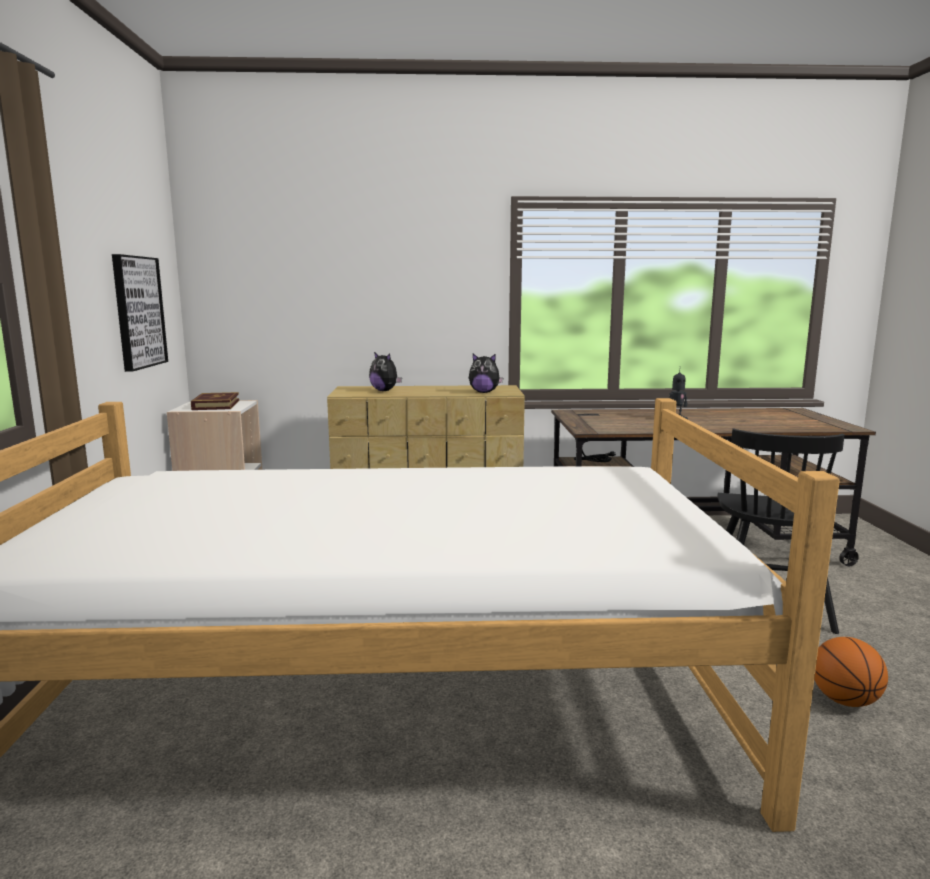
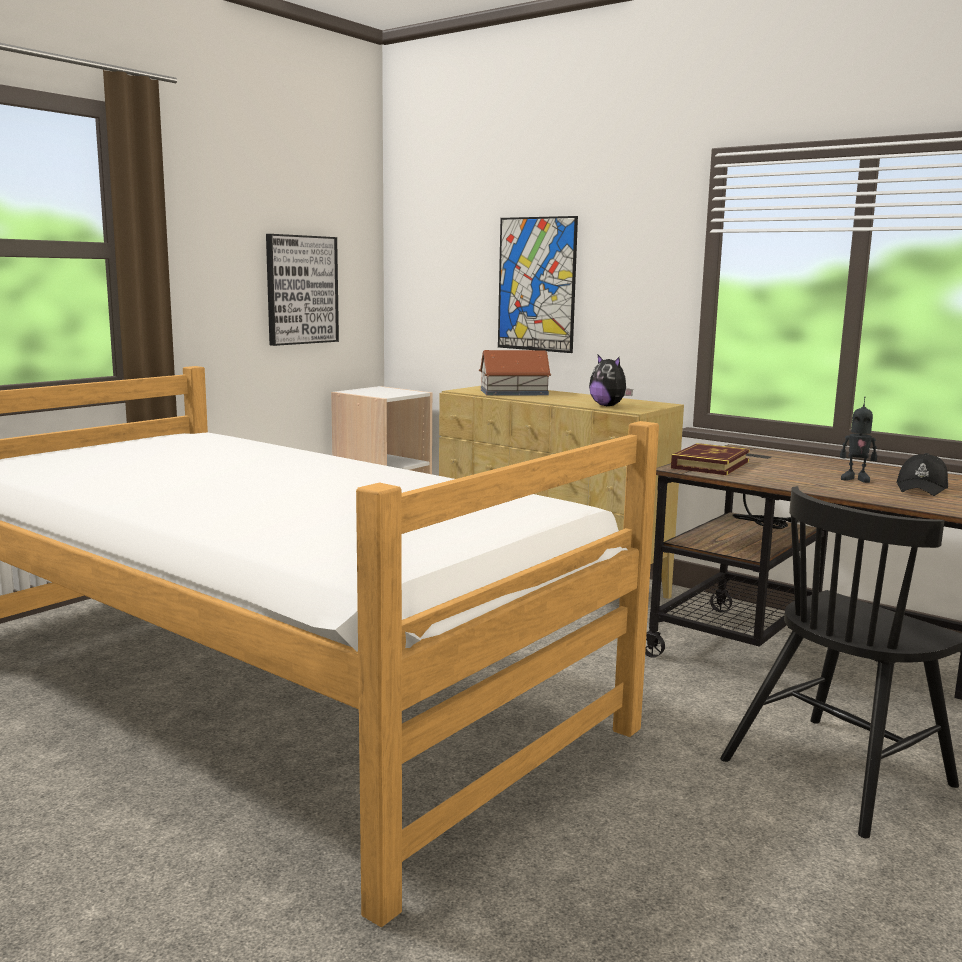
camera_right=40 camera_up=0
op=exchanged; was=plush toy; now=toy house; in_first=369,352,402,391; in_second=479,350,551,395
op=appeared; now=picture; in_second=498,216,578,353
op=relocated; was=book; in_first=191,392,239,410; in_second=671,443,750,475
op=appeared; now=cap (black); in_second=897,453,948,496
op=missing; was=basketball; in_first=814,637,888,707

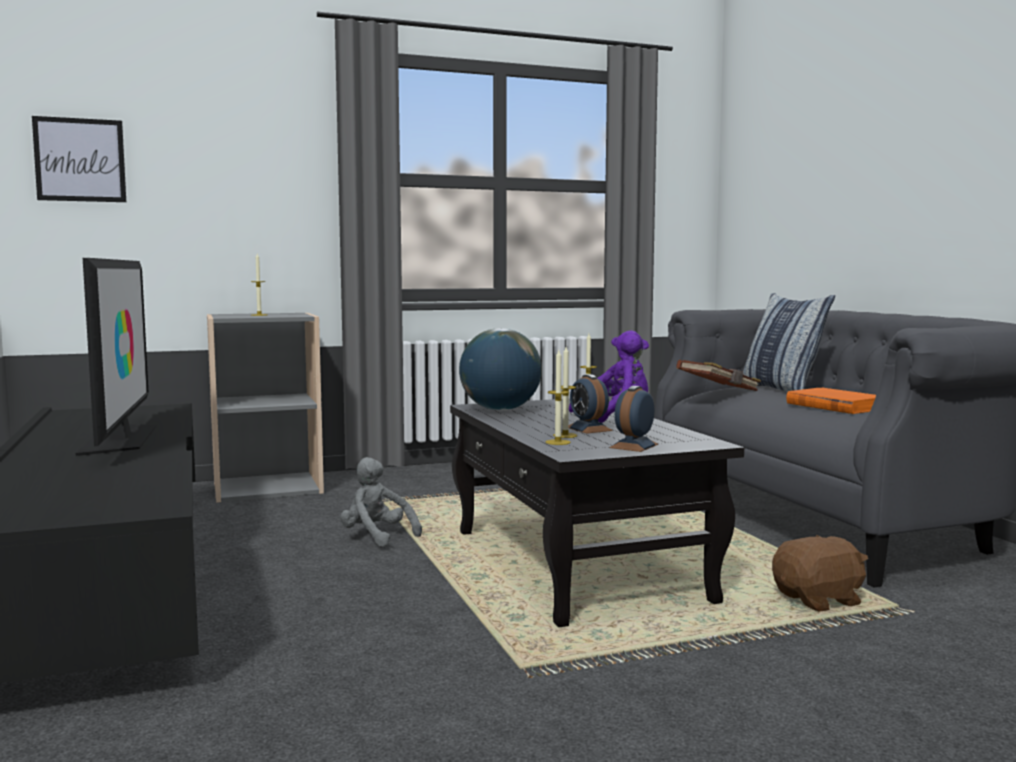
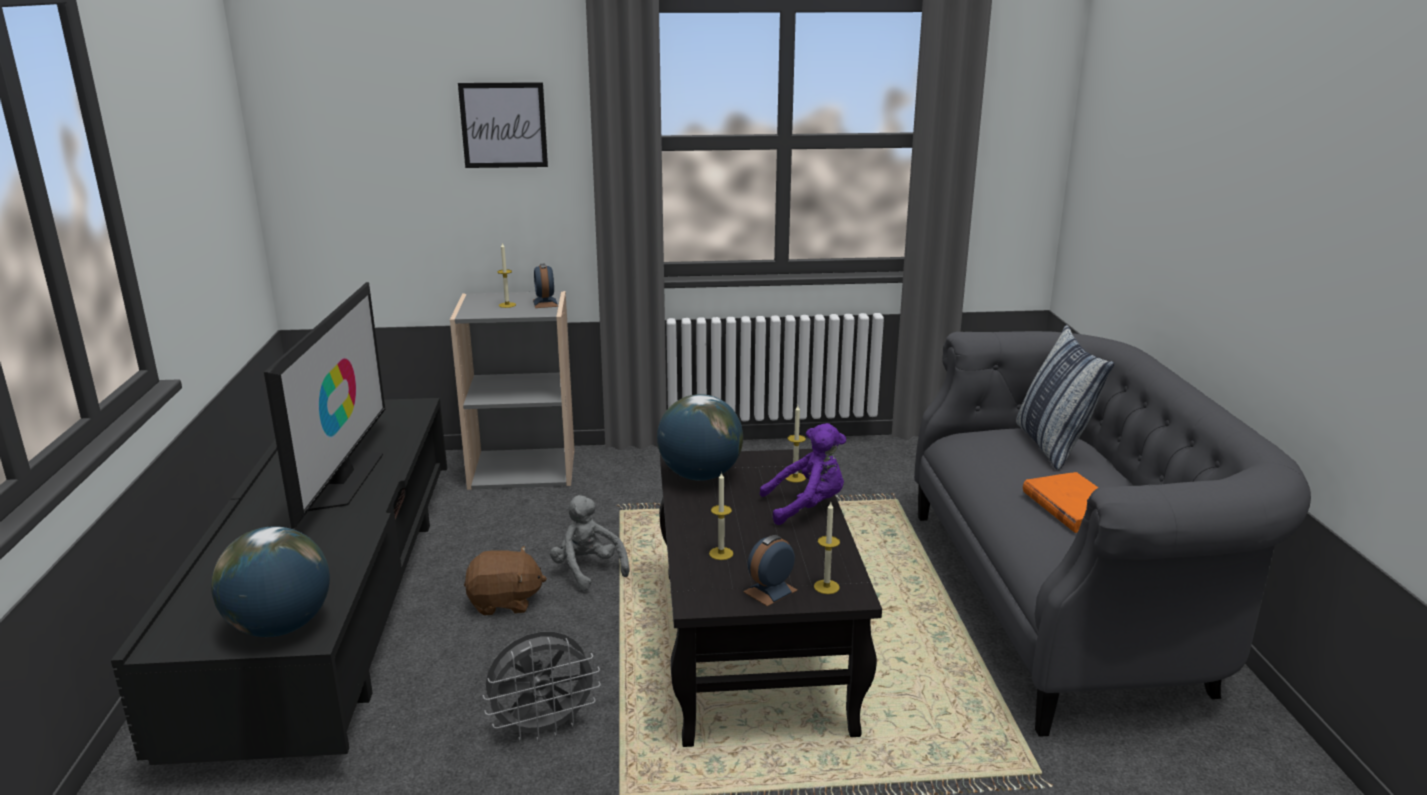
camera_right=15 camera_up=15
op=appeared; now=globe; in_second=211,526,330,637
op=relocated; was=picture; in_first=32,116,126,202; in_second=458,82,548,168
op=relocated; was=plush toy (brown); in_first=772,535,868,611; in_second=464,546,547,616
op=appeared; now=fan (grey); in_second=483,632,601,741
op=relocated; was=alarm clock; in_first=568,374,612,434; in_second=533,264,558,308
op=relocated; was=candle; in_first=546,350,571,445; in_second=814,502,840,594
op=missing; was=book (brown); in_first=676,360,761,391

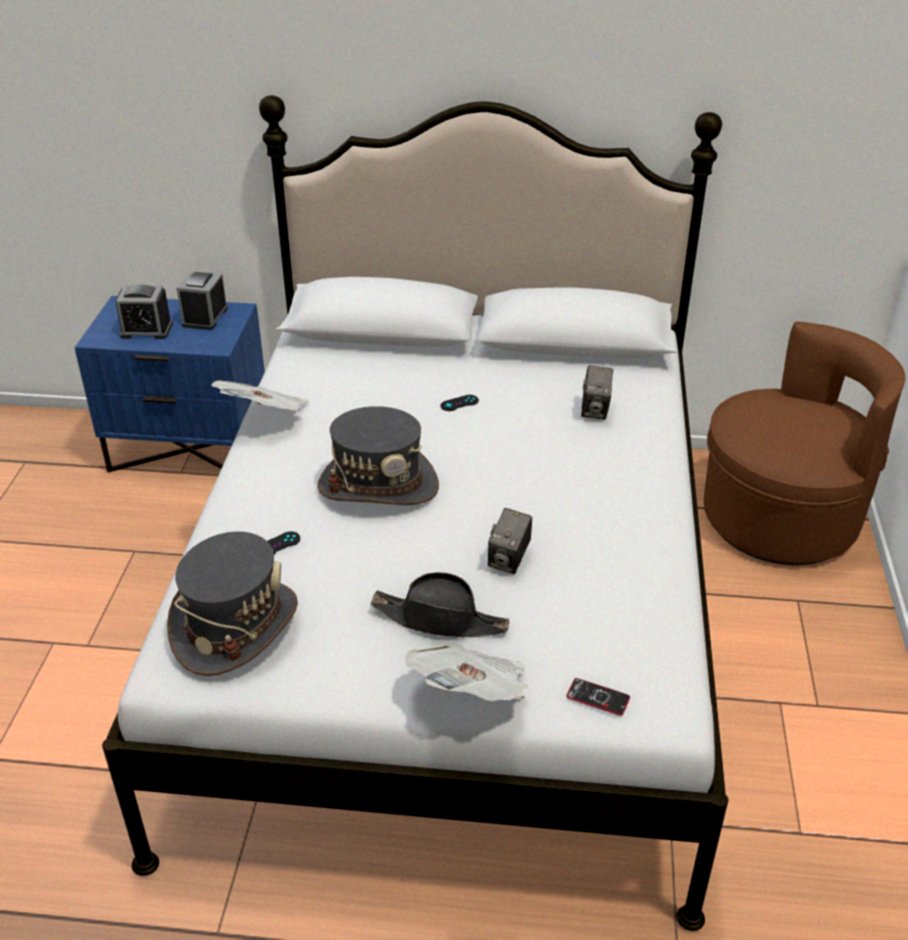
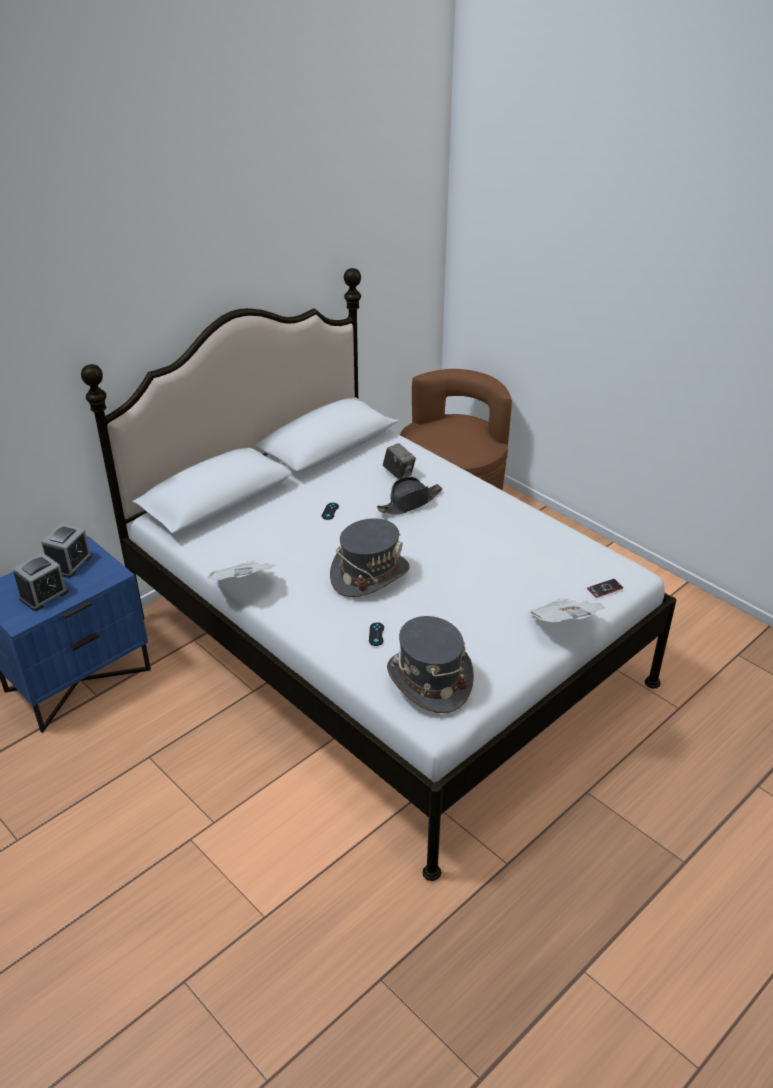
camera_right=-50 camera_up=0
op=spun; was=alarm clock; in_first=176,270,228,330; in_second=41,524,92,578; clockwise=-120
op=relocated; was=hat (black); in_first=371,572,509,637; in_second=377,477,442,514
op=missing; was=photo camera; in_first=488,508,532,574

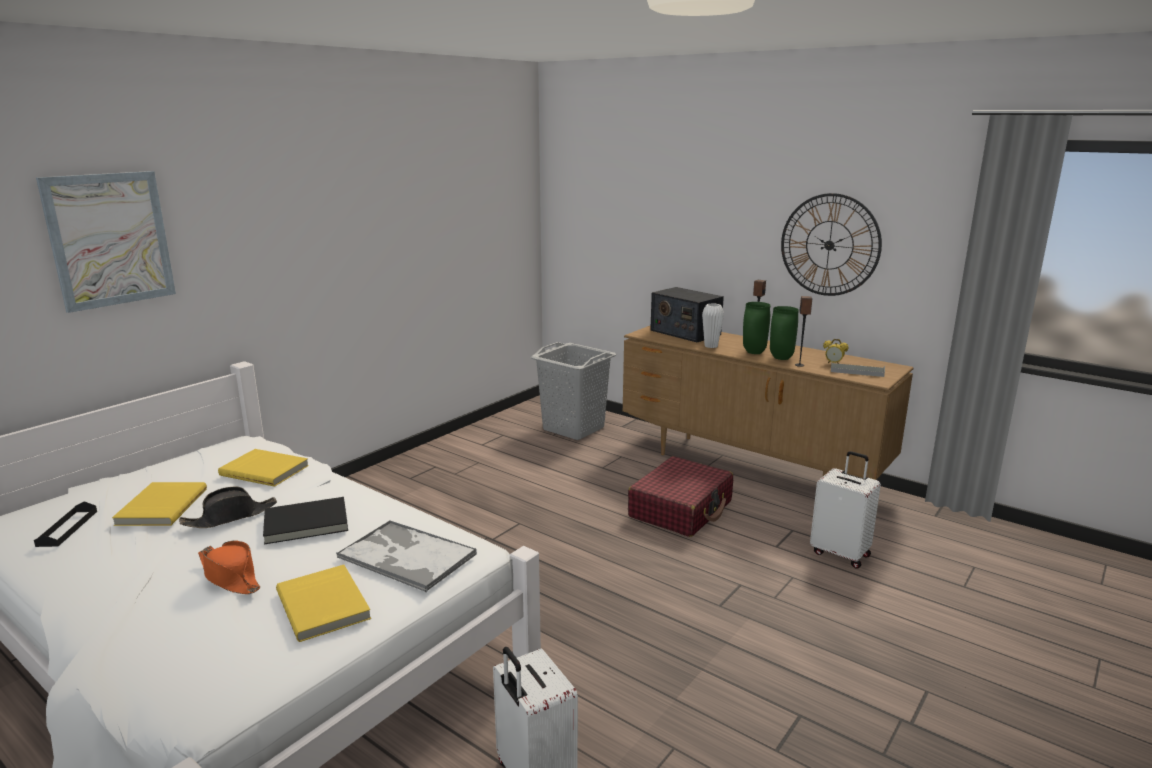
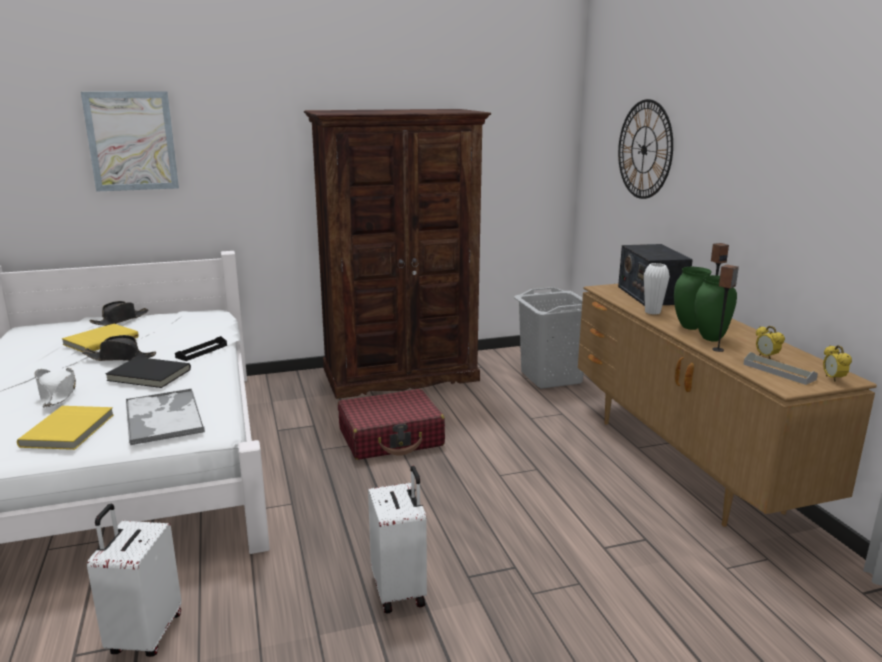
camera_right=35 camera_up=0
op=colour; was=hat (orange); now=hat (white); in_first=198,540,260,594; in_second=35,368,76,407
op=appeared; now=hat (black); in_second=89,301,148,326
op=relocated; was=tray (black); in_first=34,501,97,547; in_second=175,336,227,361
op=appeared; now=wardrobe (brown); in_second=304,109,491,399
op=relocated; was=suitcase (red); in_first=628,456,733,537; in_second=338,389,445,460
op=relocated; was=suitcase (white); in_first=810,451,881,569; in_second=368,466,427,614
op=relocated; was=wall clock; in_first=781,193,882,296; in_second=618,99,673,199
op=appeared; now=alarm clock; in_second=823,345,852,382
op=missing; was=book (yellow); in_first=218,449,309,487

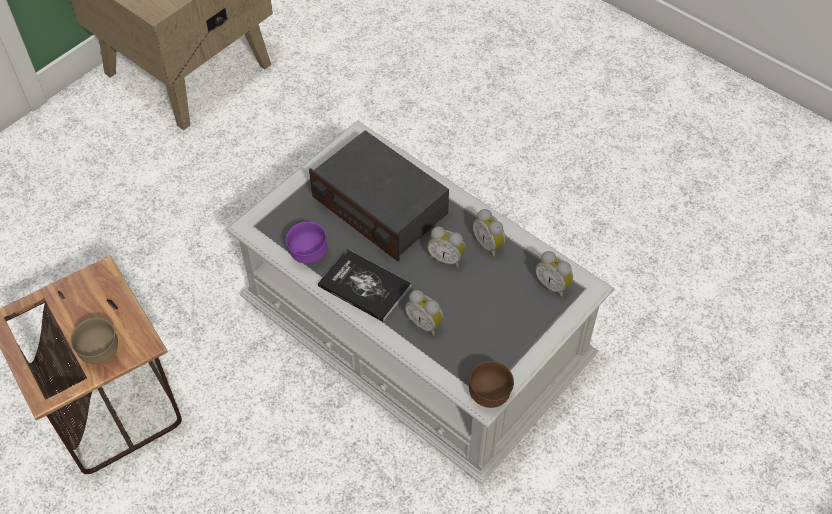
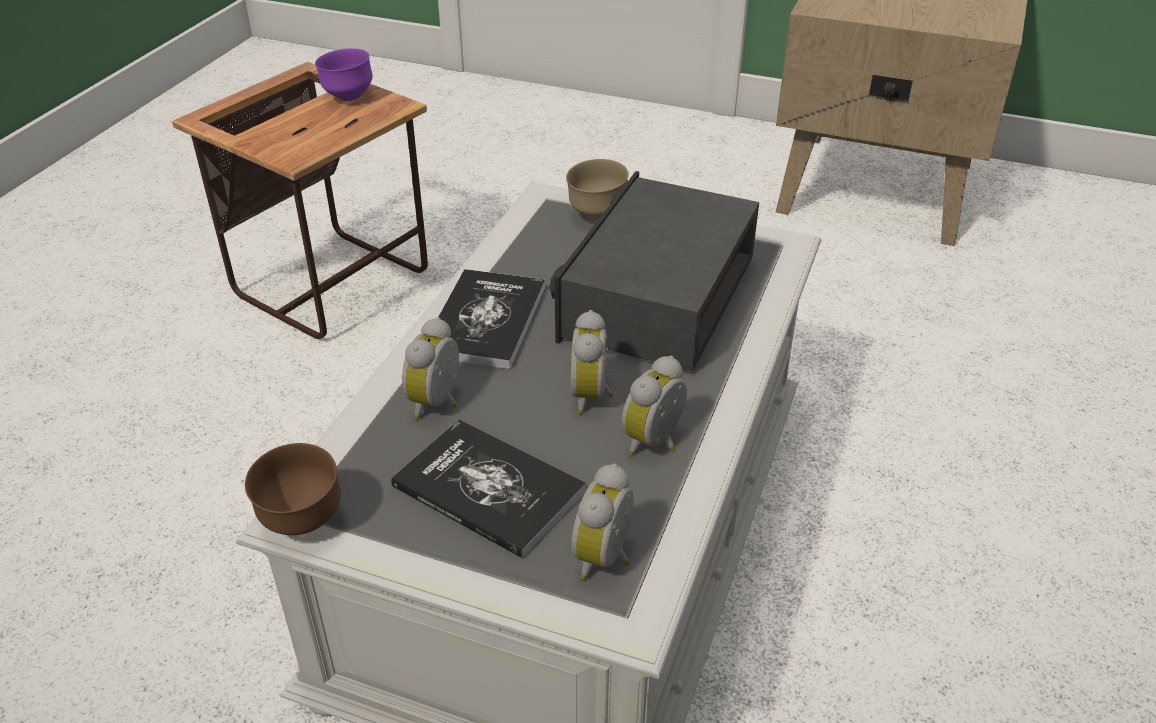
camera_right=70 camera_up=-15
op=relocated; was=bowl (purple); in_first=286,222,327,264; in_second=315,48,373,101
op=appeared; now=book; in_second=391,419,586,559
op=relocated; was=bowl (brown); in_first=71,318,118,364; in_second=566,159,629,220

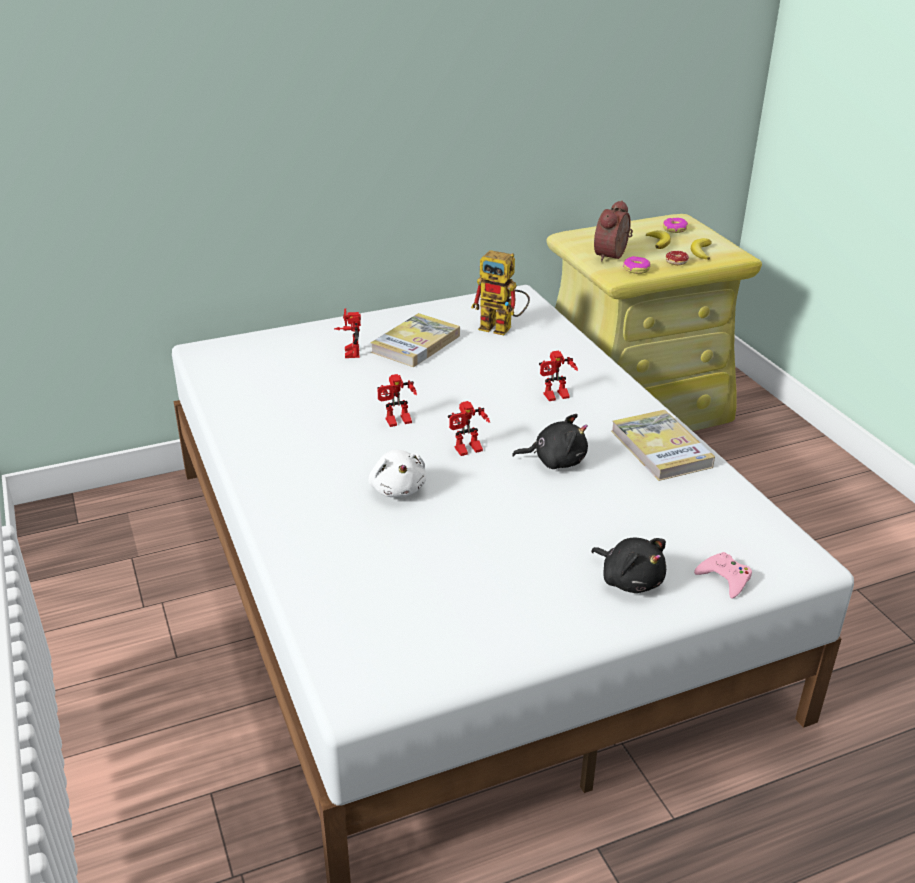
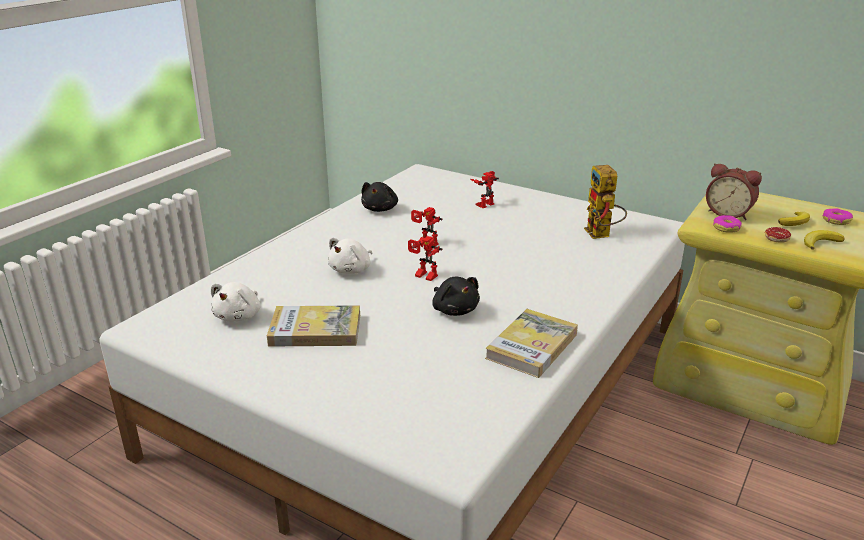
camera_right=55 camera_up=-5
op=appeared; now=plush toy (white); in_second=211,282,261,322
op=relocated; was=book; in_first=371,313,460,367; in_second=267,305,360,347
op=relocated; was=plush toy (black); in_first=591,538,666,593; in_second=361,182,398,212
op=spun; was=alarm clock; in_first=594,200,633,262; in_second=706,163,762,220; clockwise=-135
op=missing; was=toy robot; in_first=539,351,578,401
op=missing; was=game controller (pink); in_first=694,552,752,599

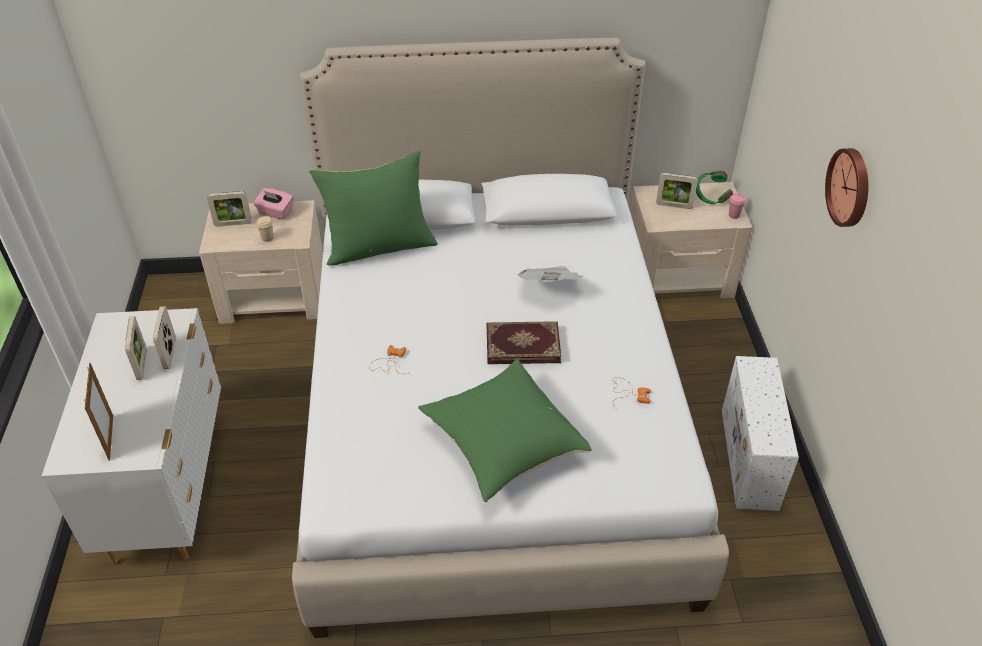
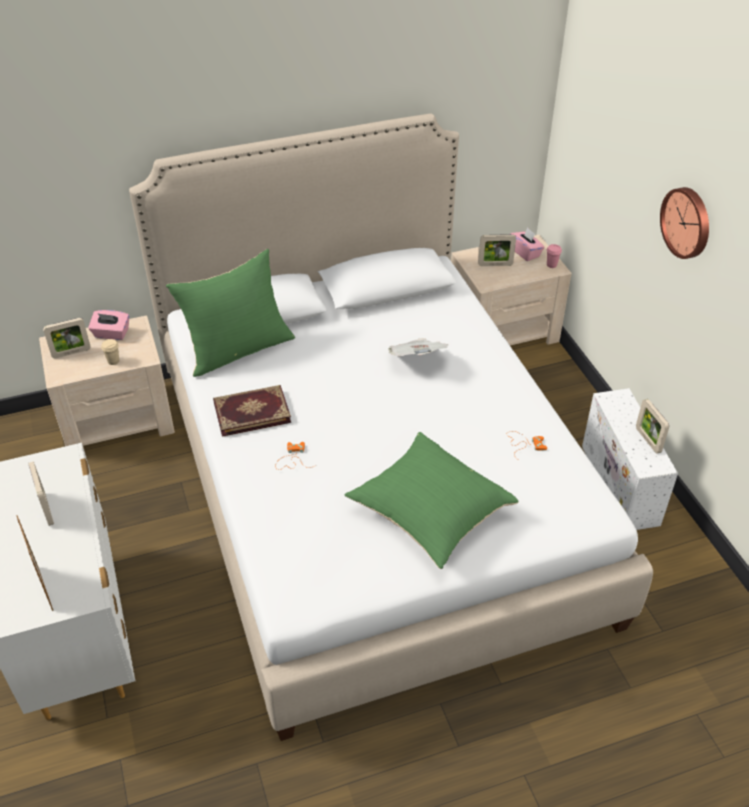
camera_right=-15 camera_up=0
op=relocated; was=book; in_first=487,321,561,364; in_second=213,385,291,437
op=exchanged; was=headphones (green); now=tissue box (pink); in_first=696,171,733,204; in_second=510,227,545,261
op=relocated; was=picture frame; in_first=153,306,176,369; in_second=636,399,669,454

